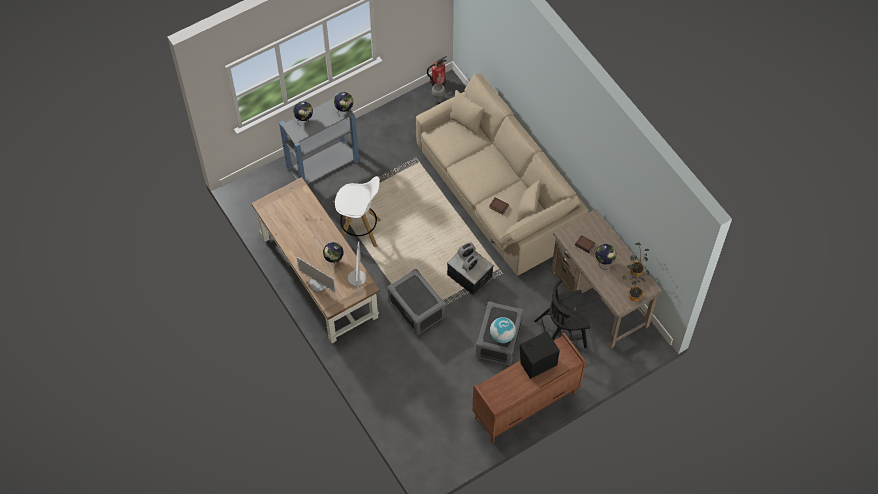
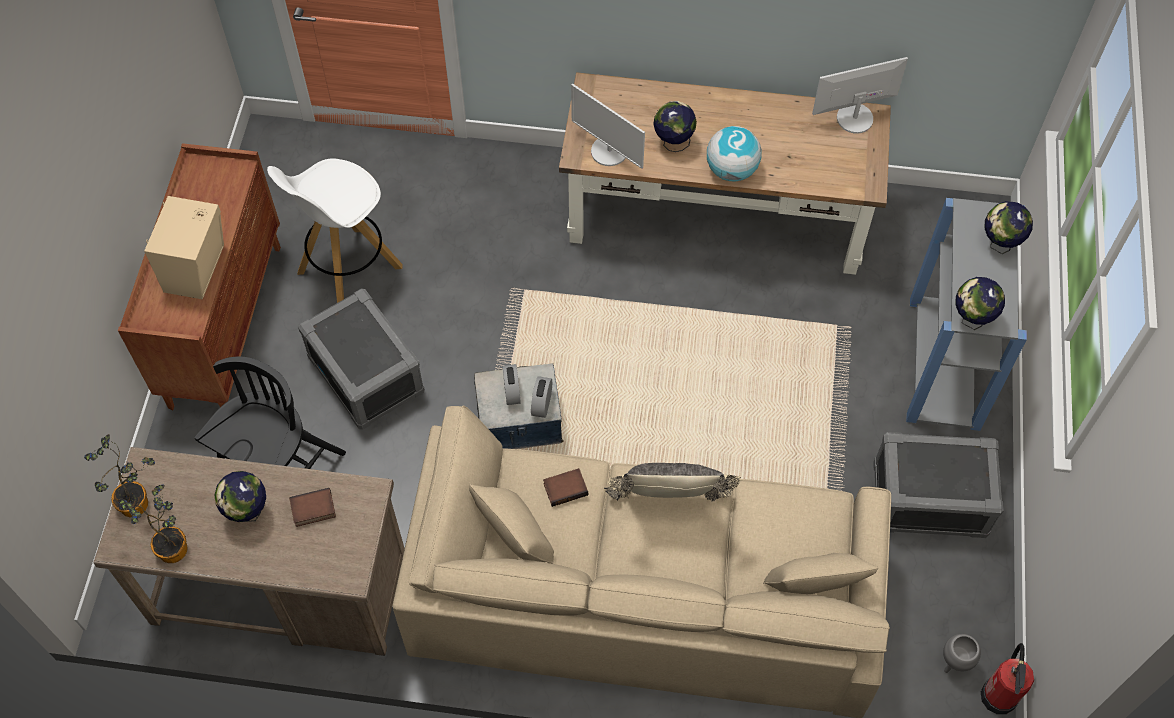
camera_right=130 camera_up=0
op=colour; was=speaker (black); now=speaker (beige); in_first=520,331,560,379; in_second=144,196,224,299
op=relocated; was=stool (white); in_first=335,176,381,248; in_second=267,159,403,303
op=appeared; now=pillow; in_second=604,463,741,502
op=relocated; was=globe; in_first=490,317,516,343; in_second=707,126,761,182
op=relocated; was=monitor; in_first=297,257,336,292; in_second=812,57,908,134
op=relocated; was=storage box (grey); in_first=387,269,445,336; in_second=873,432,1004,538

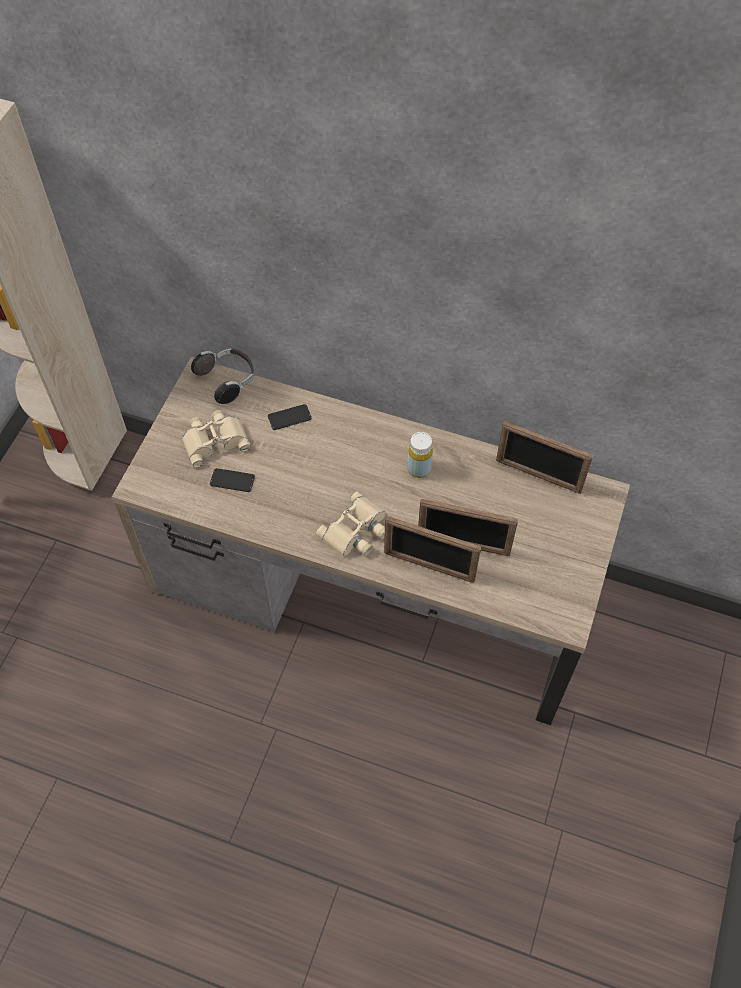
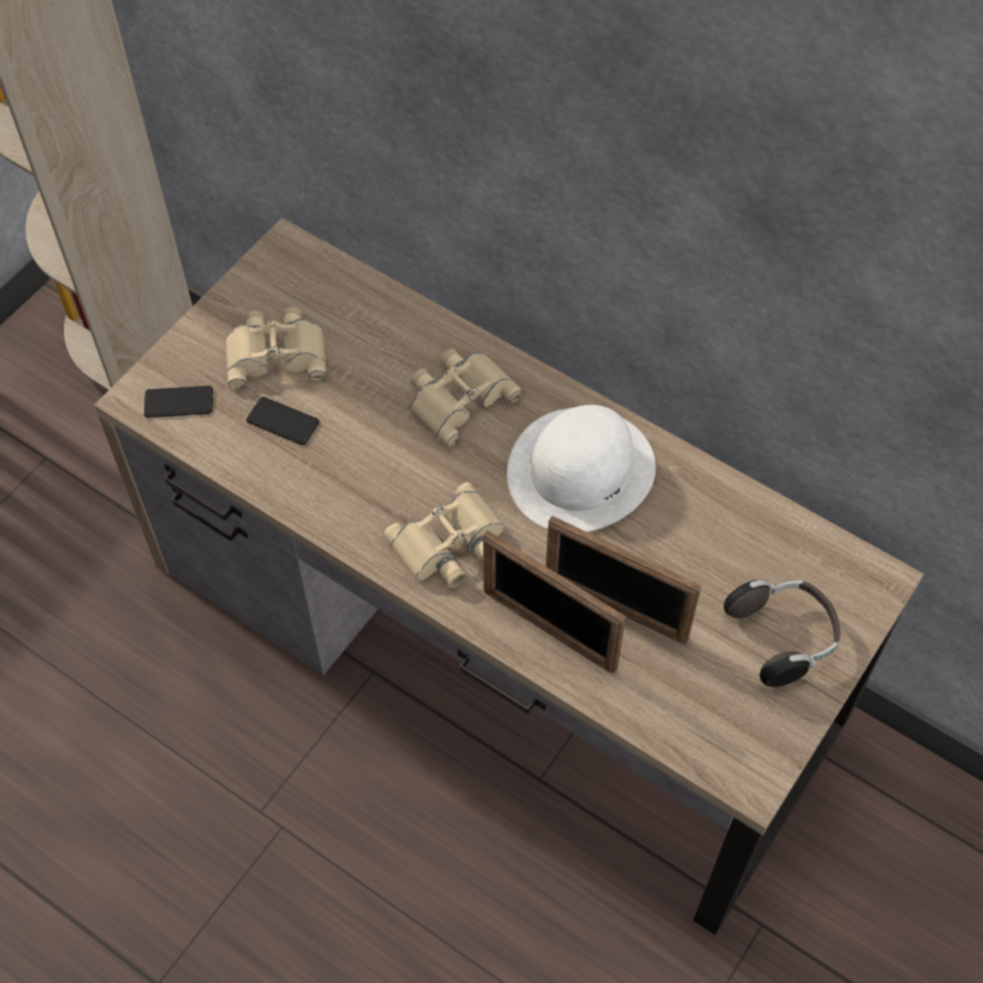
camera_right=15 camera_up=0
op=relocated; was=phone; in_first=268,404,312,430; in_second=144,386,213,418
op=appeared; now=binoculars (beige); in_second=409,348,523,447
op=exchanged; was=bottle (yellow); now=hat (white); in_first=408,432,433,478; in_second=507,405,656,532
op=relocated; was=headphones; in_first=191,348,255,404; in_second=724,580,841,687
op=missing; was=picture frame; in_first=496,421,593,494

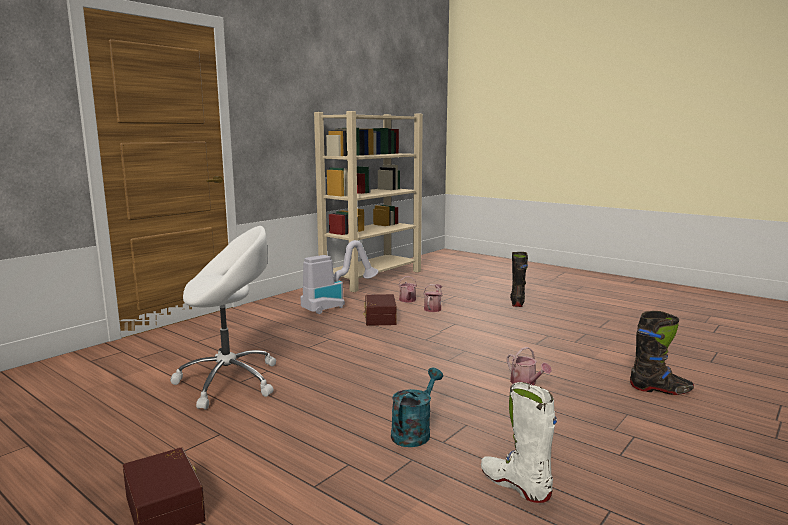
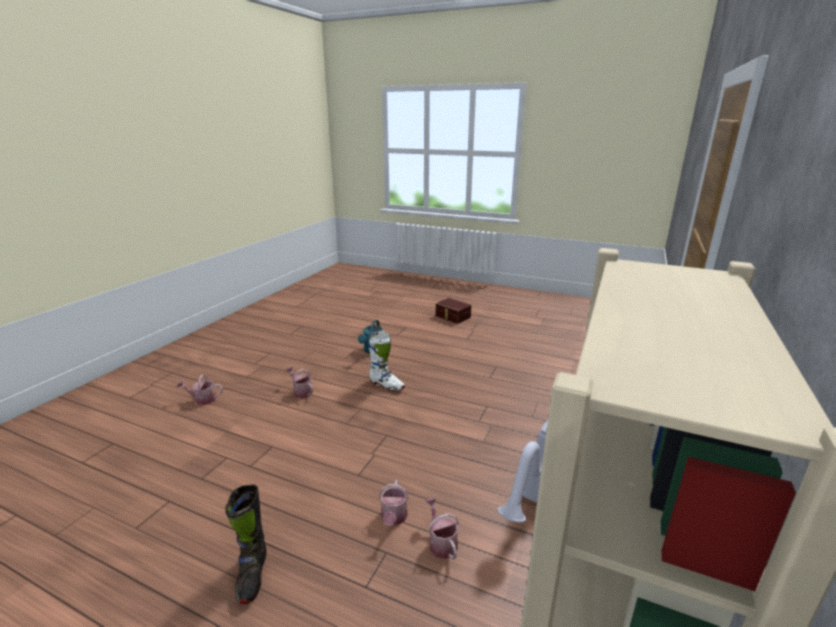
camera_right=165 camera_up=10
op=exchanged; was=boot (black); now=watering can; in_first=630,311,694,395; in_second=176,374,223,405
op=relocated; was=boot (white); in_first=481,382,557,503; in_second=368,331,405,391
op=missing; was=office chair (white); in_first=170,226,276,409
op=missing; was=storage box (brown); in_first=363,294,397,326

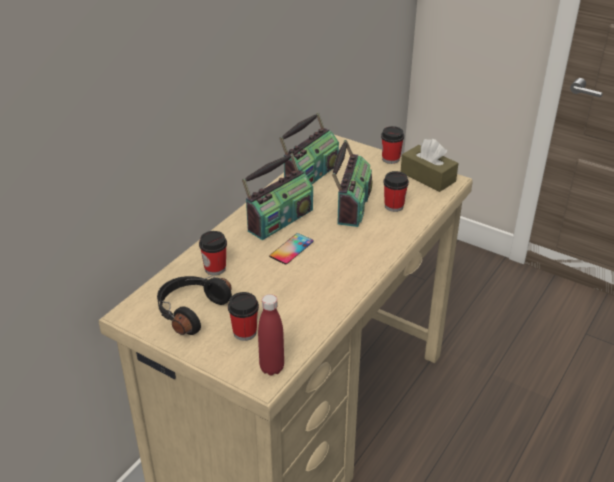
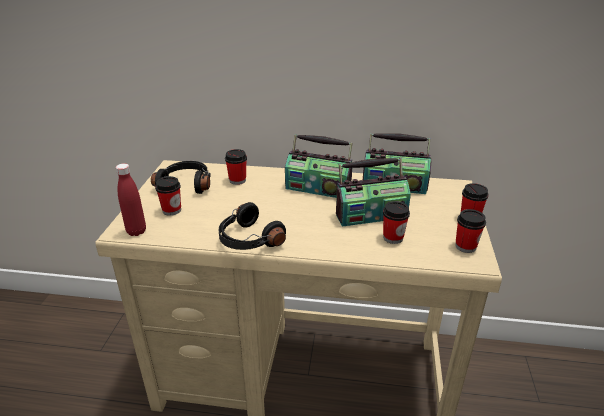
camera_right=65 camera_up=-5
op=appeared; now=headphones (black); in_second=218,202,286,250
op=exchanged; was=tissue box (brown); now=cup; in_first=401,139,459,192; in_second=455,209,486,253
op=missing; was=phone; in_first=269,233,314,265

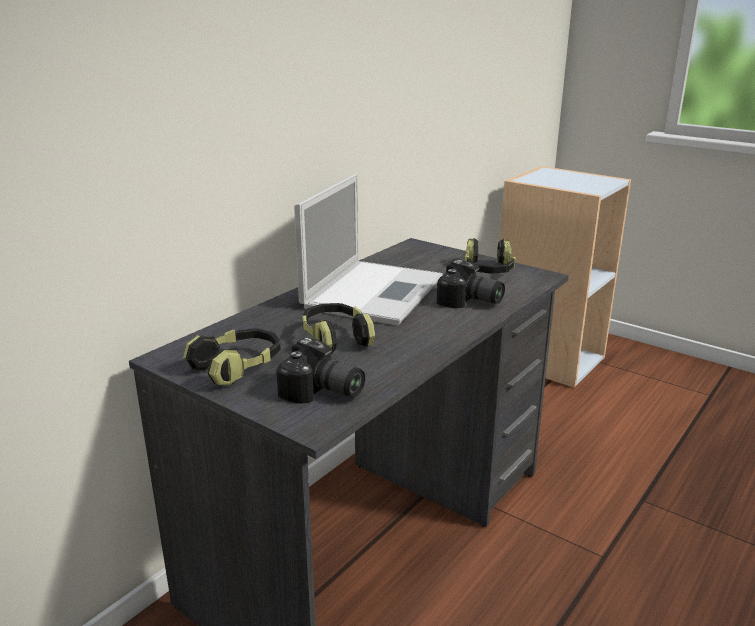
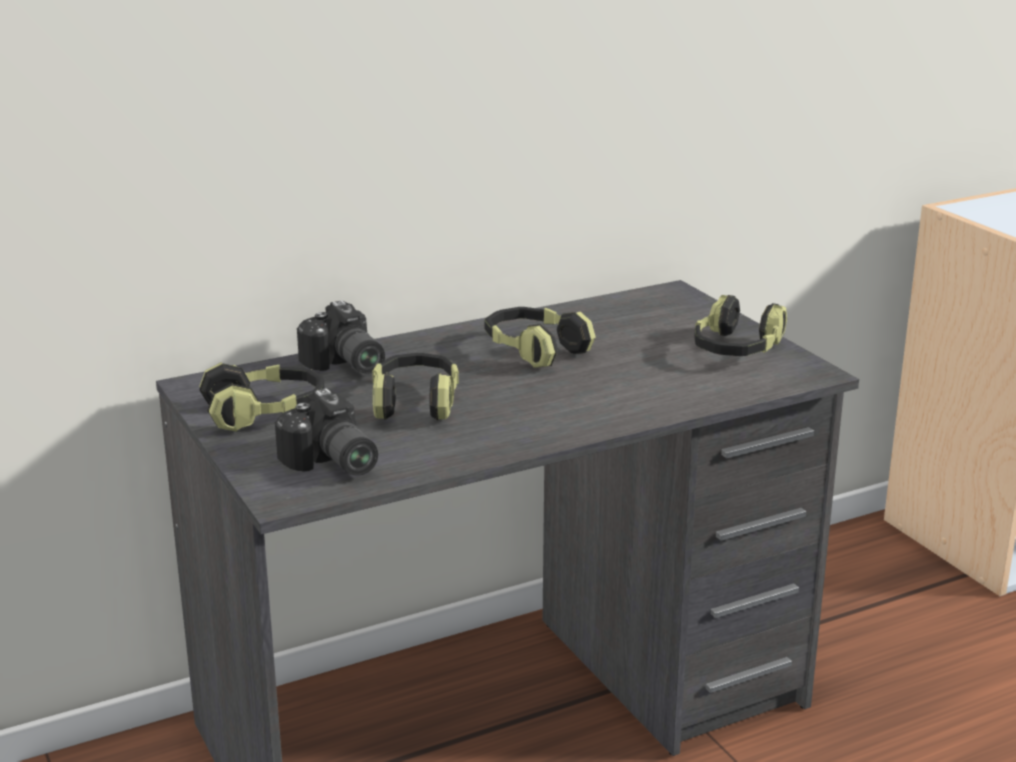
camera_right=25 camera_up=0
op=relocated; was=photo camera; in_first=437,260,505,309; in_second=297,300,385,374
op=exchanged; was=laptop; now=headphones; in_first=294,174,443,326; in_second=485,307,596,368

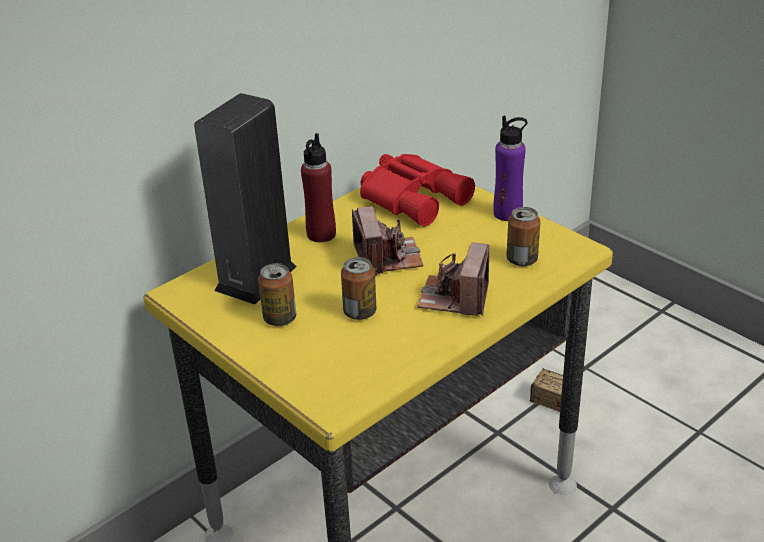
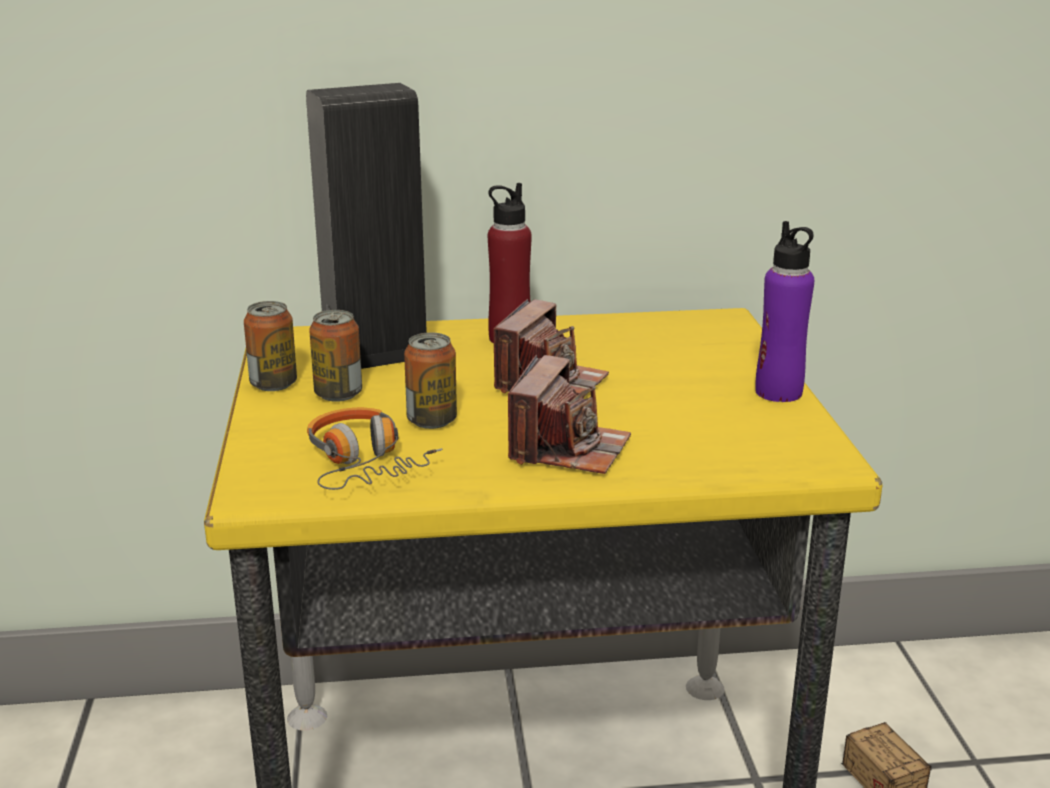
camera_right=35 camera_up=-10
op=relocated; was=can; in_first=506,207,541,266; in_second=244,301,297,391
op=appeared; now=headphones; in_second=307,408,442,490
op=spun; was=photo camera; in_first=417,243,489,316; in_second=508,355,631,474; clockwise=150
op=missing; was=binoculars (red); in_first=360,154,475,226

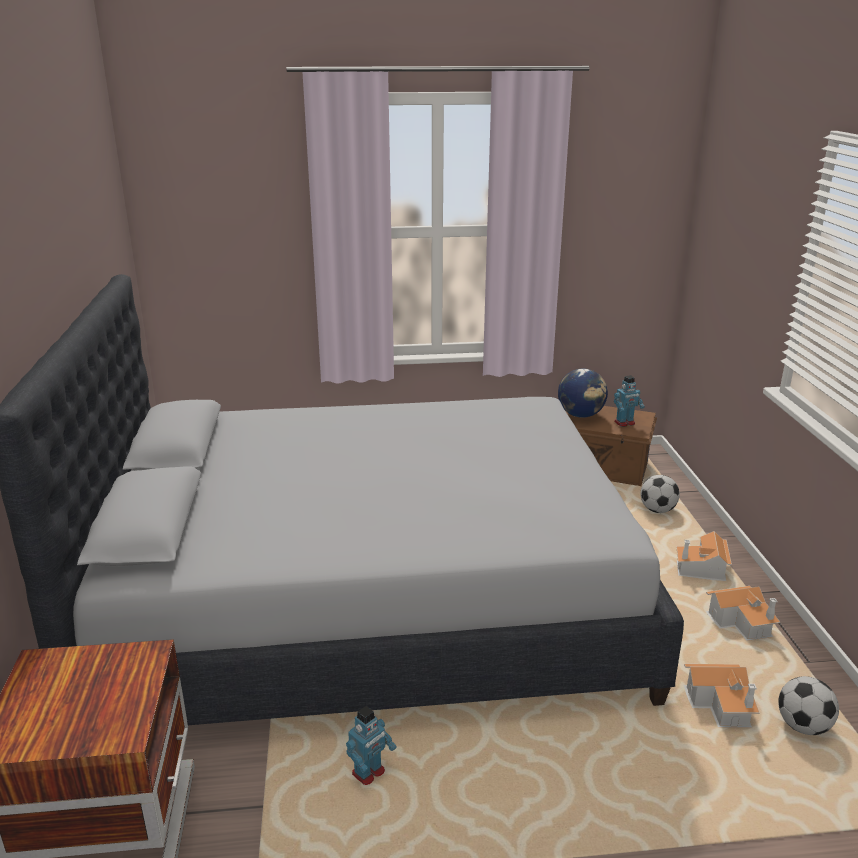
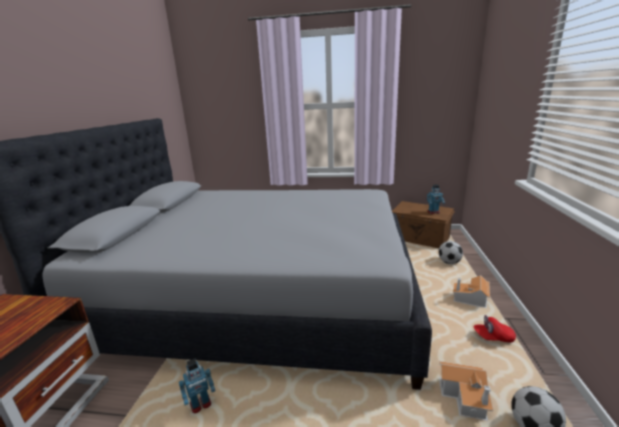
camera_right=15 camera_up=-5
op=exchanged; was=toy house; now=cap (red); in_first=706,586,780,641; in_second=474,315,516,343
op=missing; was=globe; in_first=558,369,608,418

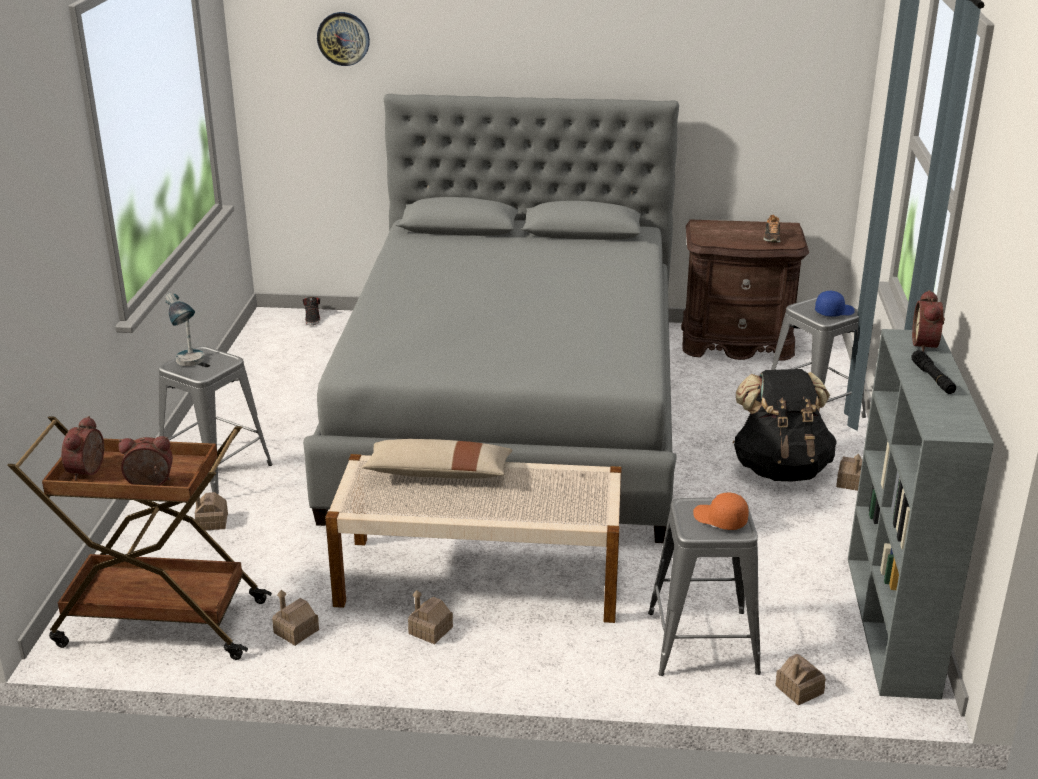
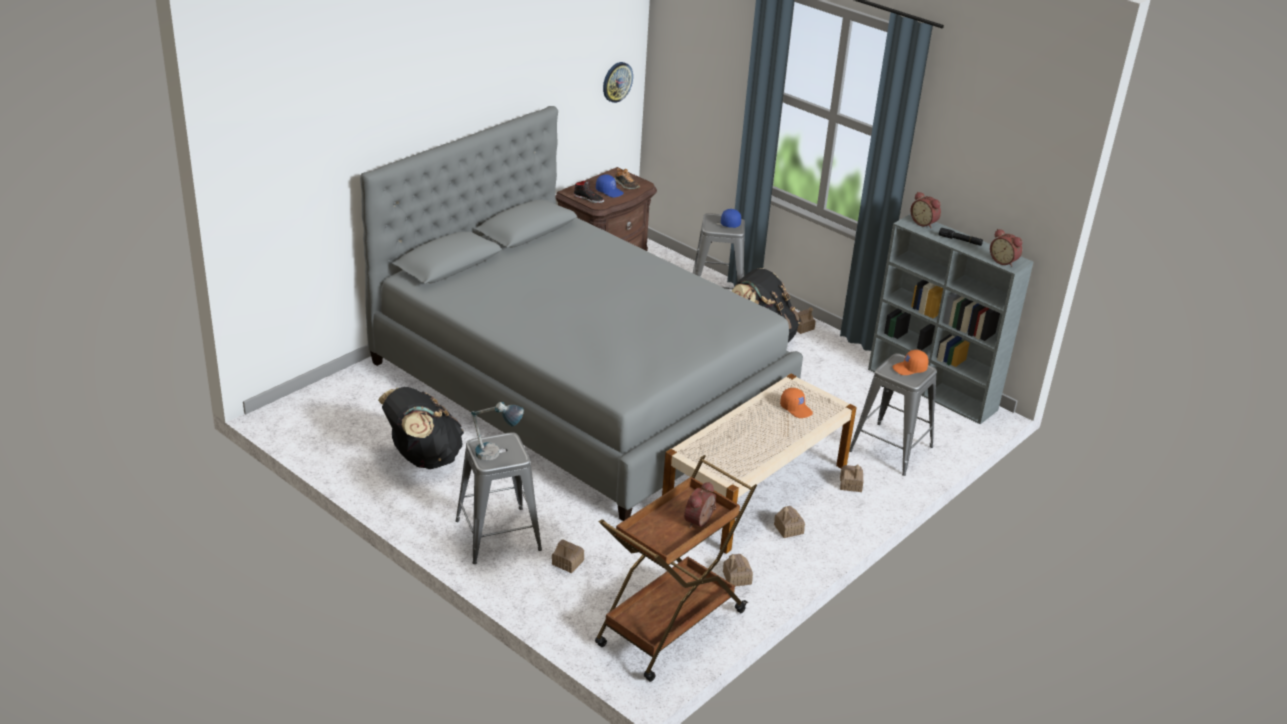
camera_right=-55 camera_up=5
op=appeared; now=backpack (black); in_second=378,387,464,469
op=relocated; was=shoe (black); in_first=303,297,320,325; in_second=574,180,604,203
op=appeared; now=cap (blue); in_second=596,174,624,198
op=relocated; was=wall clock; in_first=317,12,370,66; in_second=603,62,633,103
op=appeared; now=cap (orange); in_second=780,388,813,418
op=relocated; was=toy house; in_first=776,654,826,705; in_second=840,464,863,492
op=relocated; was=alarm clock; in_first=61,416,105,481; in_second=990,229,1022,267
op=missing; was=pillow (beige); in_first=362,439,513,479

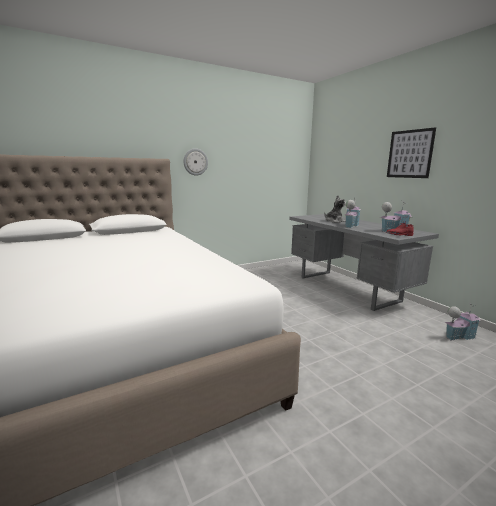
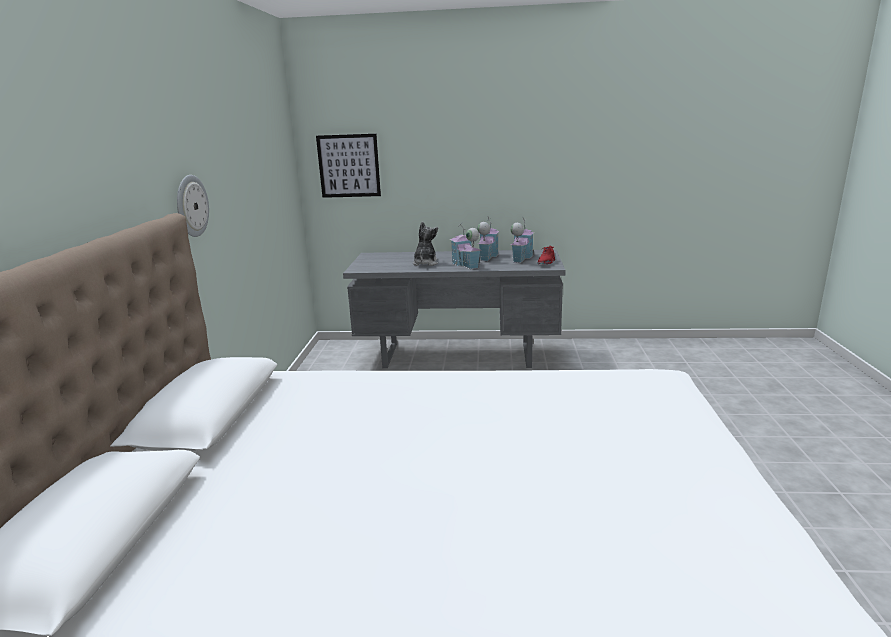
camera_right=-55 camera_up=5
op=relocated; was=picture; in_first=387,127,436,178; in_second=316,134,381,198
op=relocated; was=toy house; in_first=444,303,481,341; in_second=477,217,499,261

